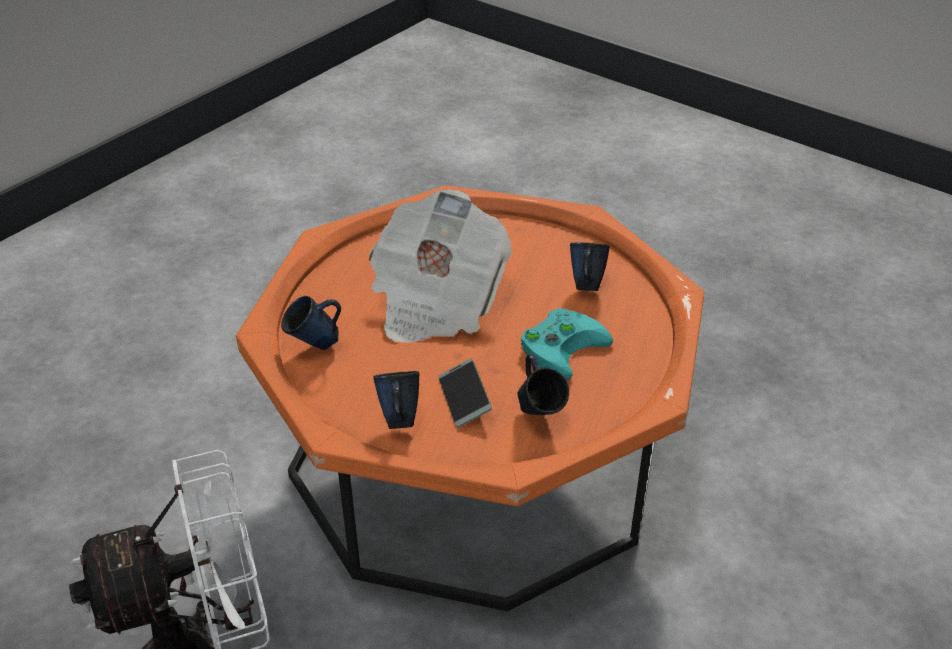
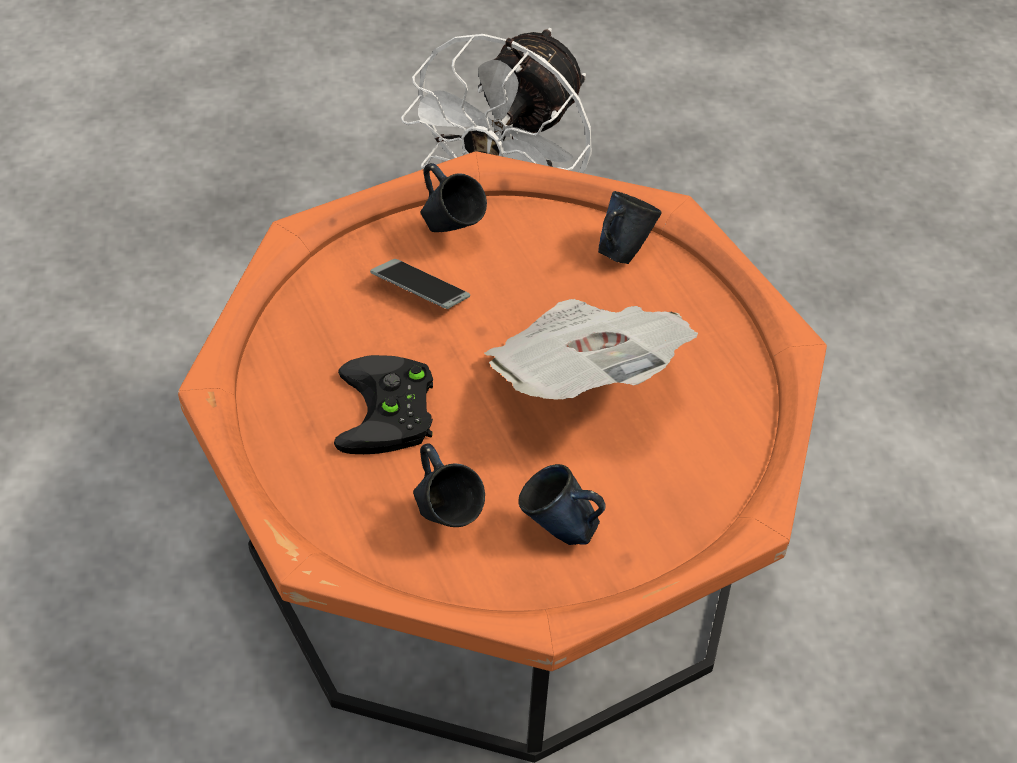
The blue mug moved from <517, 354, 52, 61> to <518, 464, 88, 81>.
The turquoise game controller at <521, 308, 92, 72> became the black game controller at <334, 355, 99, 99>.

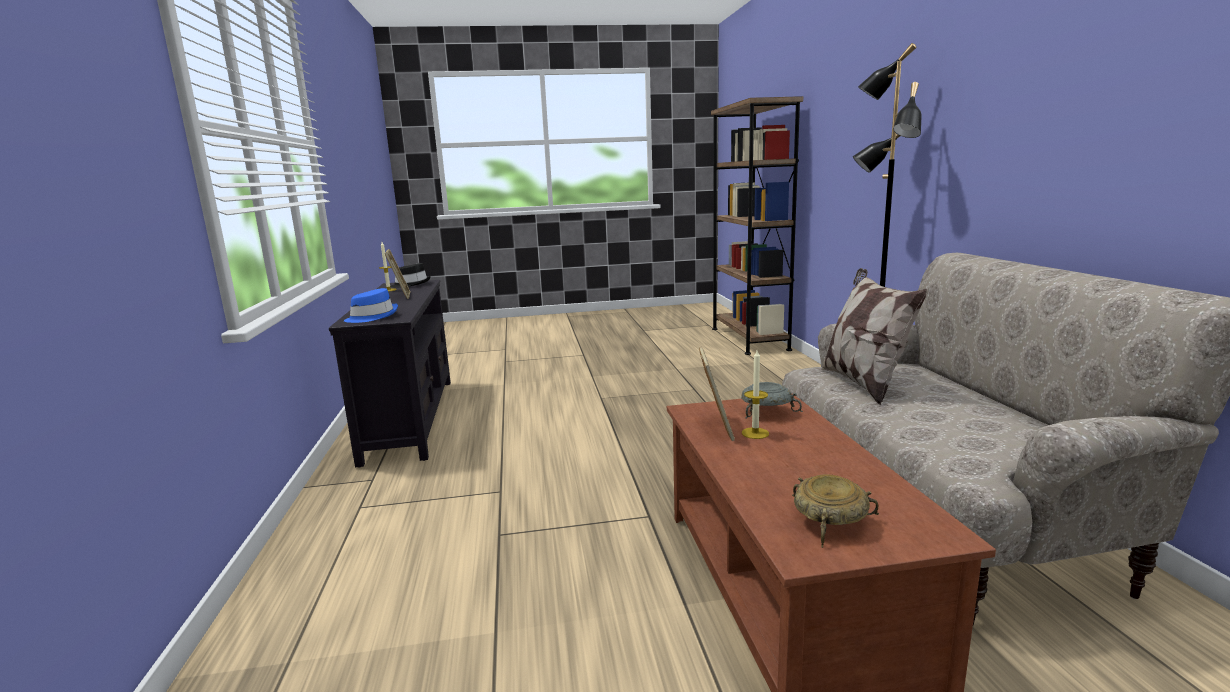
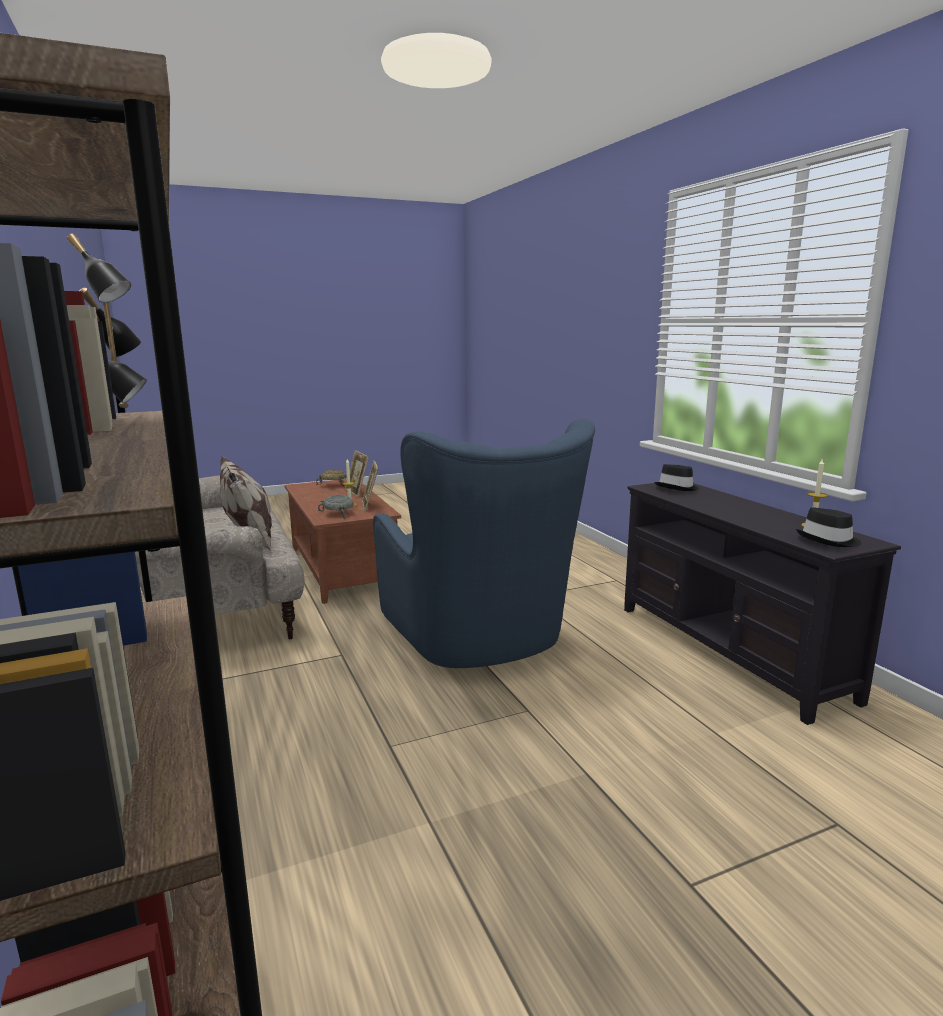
The blue hat at <344, 288, 54, 35> became the black hat at <654, 464, 45, 27>.
The picture frame moved from <385, 249, 25, 50> to <345, 450, 24, 47>.
The blue armchair at <373, 419, 222, 249> appeared.

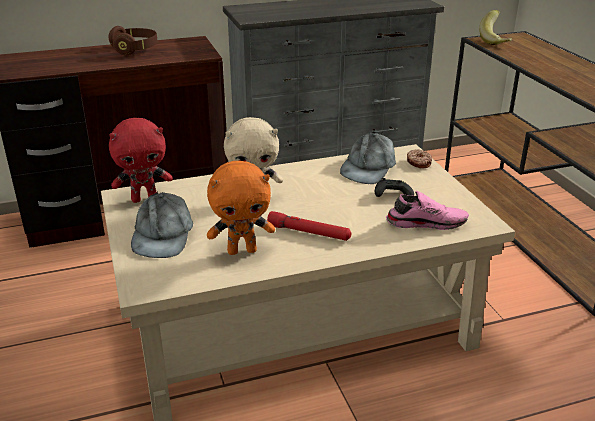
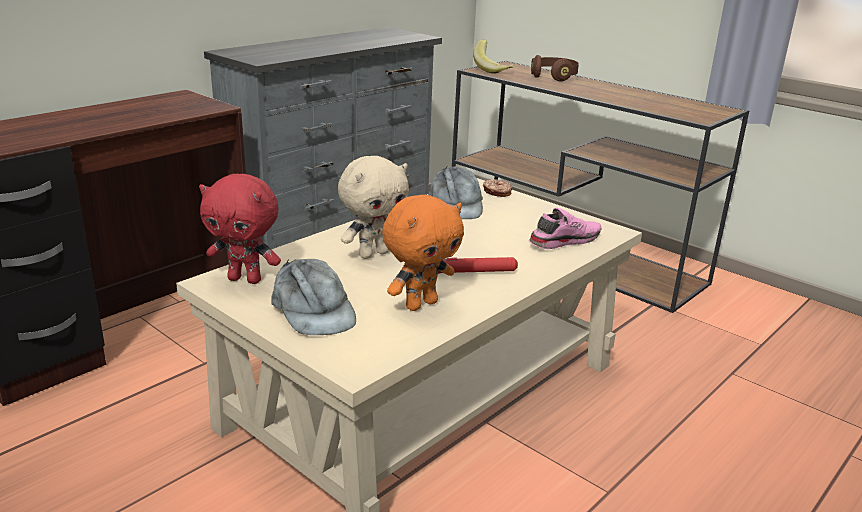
The brown headphones moved from <108, 26, 50, 29> to <531, 55, 48, 26>.
The red plush toy at <109, 118, 64, 85> turned 60 degrees clockwise.
The black game controller at <375, 178, 39, 19> disappeared.

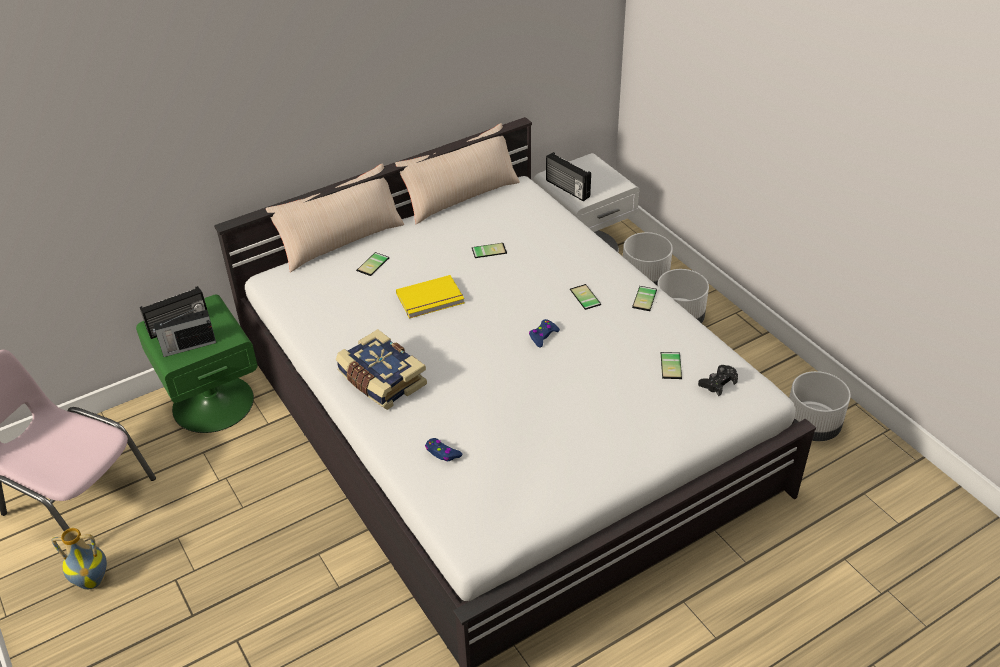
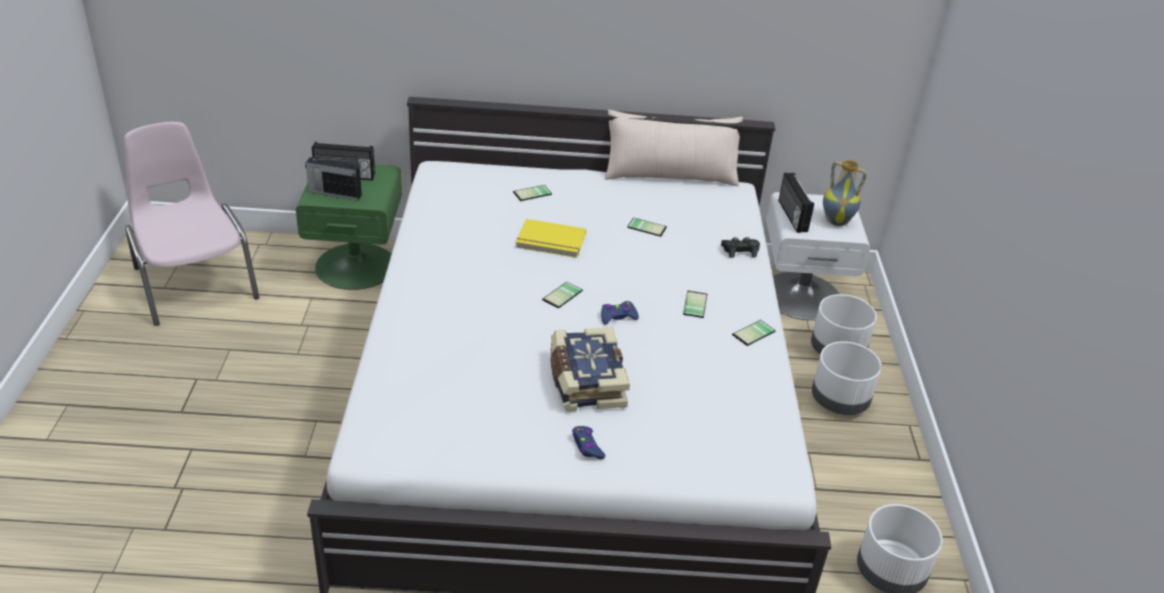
The vase moved from <51, 528, 56, 62> to <823, 160, 44, 66>.
The beige pillow at <266, 163, 138, 109> disappeared.
The book moved from <336, 329, 91, 81> to <550, 327, 80, 85>.
The blue game controller moved from <425, 438, 37, 23> to <572, 426, 33, 33>.
The phone moved from <661, 352, 21, 27> to <542, 282, 41, 27>.
The black game controller moved from <698, 365, 40, 31> to <721, 237, 39, 21>.

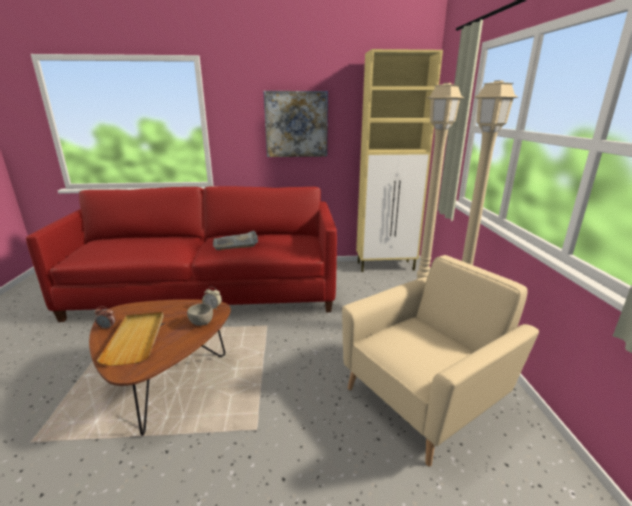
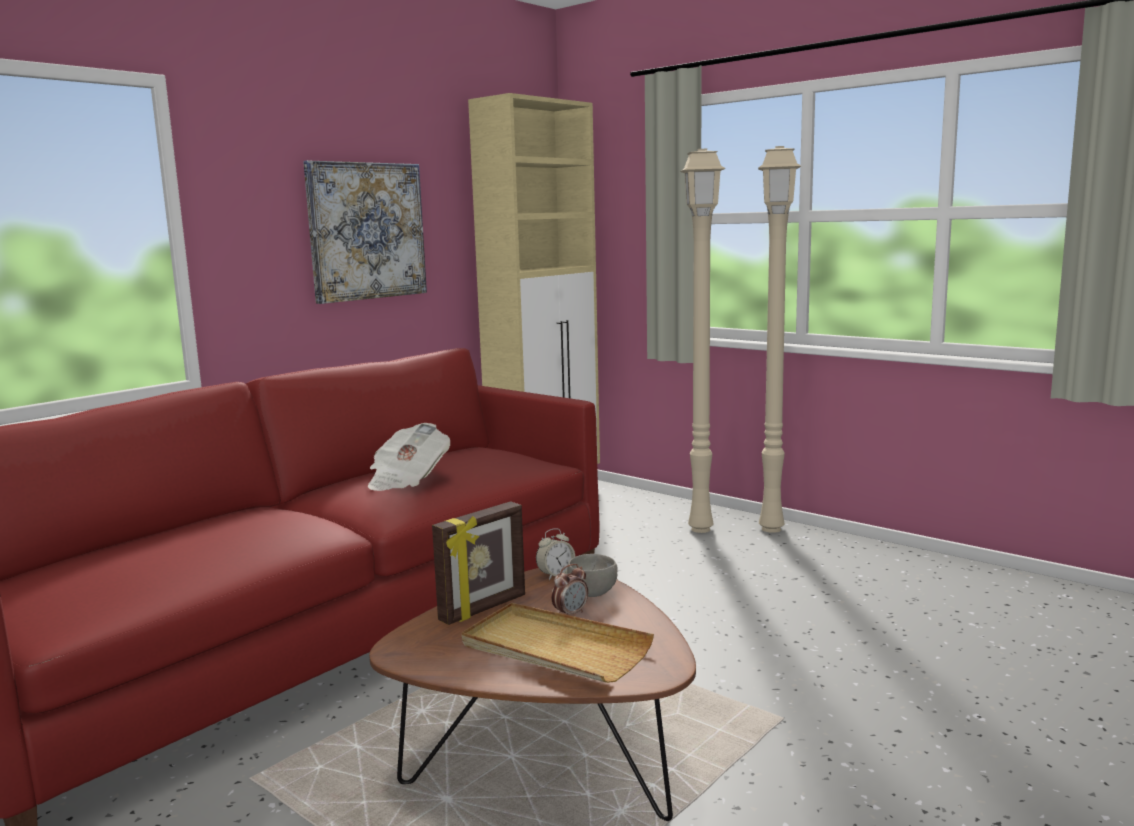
The alarm clock moved from <95, 306, 21, 24> to <551, 564, 37, 51>.
The grey tray at <213, 231, 45, 19> was replaced by the newspaper at <368, 423, 82, 68>.
The beige armchair at <342, 255, 197, 212> disappeared.
The picture frame at <432, 501, 93, 124> appeared.

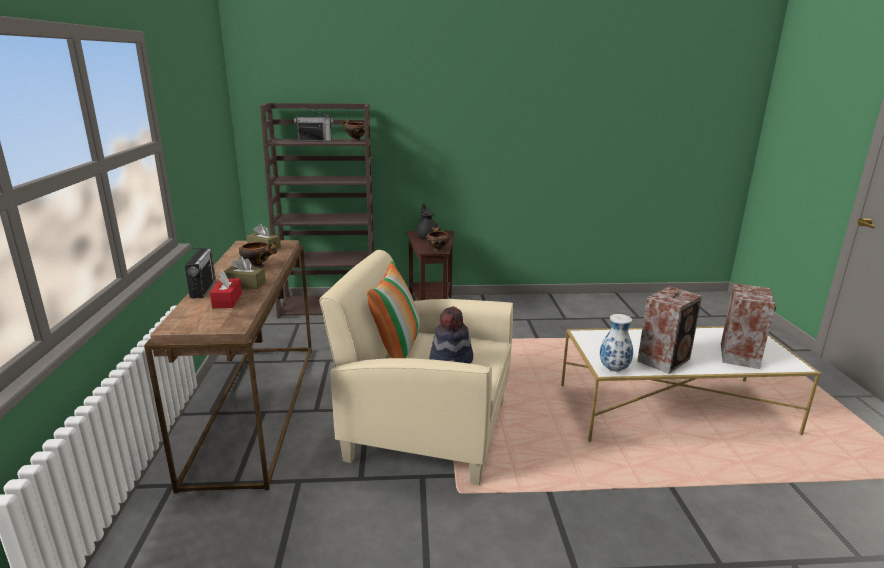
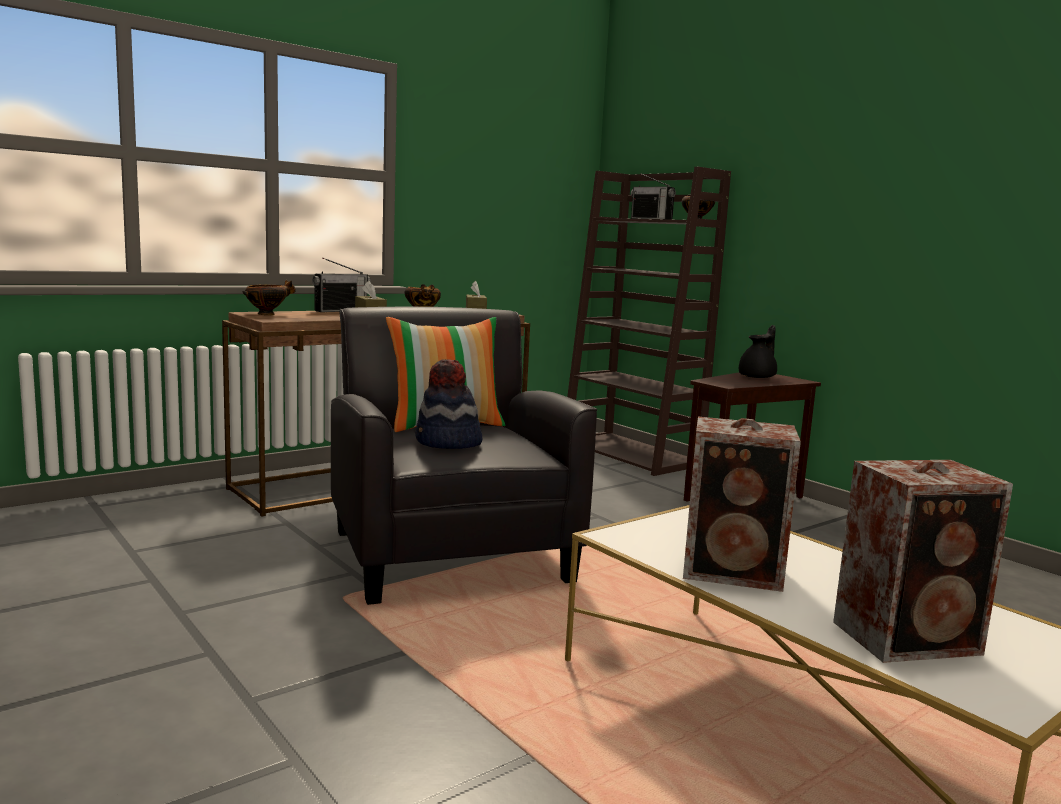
The red tissue box at <210, 270, 32, 38> disappeared.
The beige armchair at <319, 250, 194, 235> became the black armchair at <331, 307, 266, 298>.
The bowl moved from <426, 227, 24, 25> to <242, 280, 54, 35>.
The vase at <600, 314, 33, 58> disappeared.

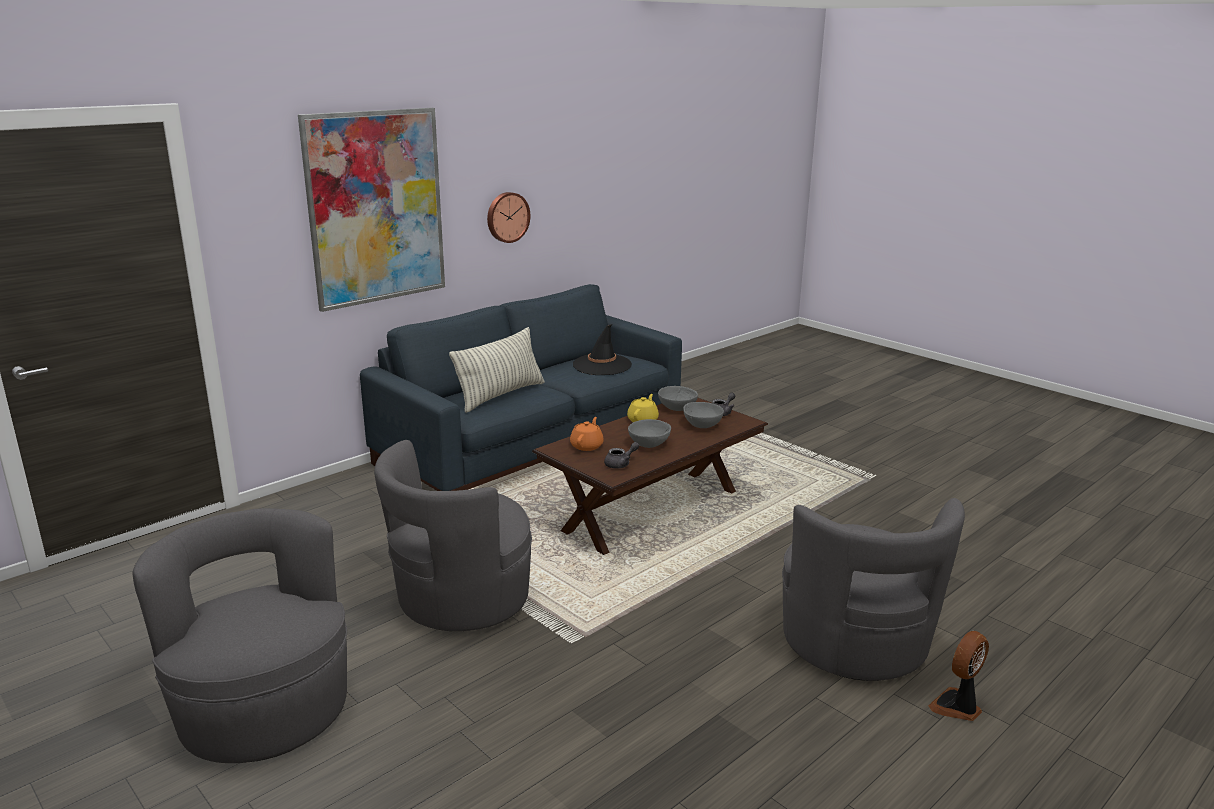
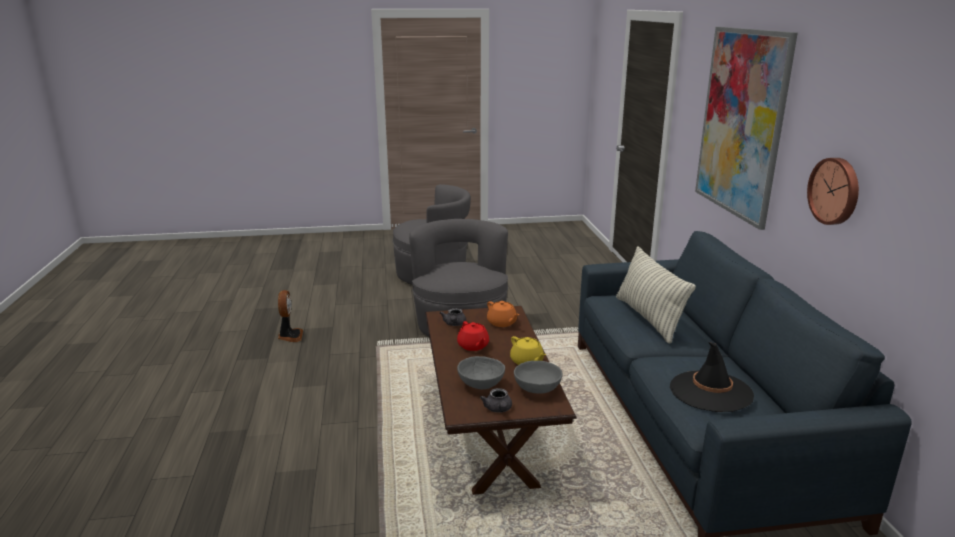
The grey bowl at <628, 419, 43, 29> was replaced by the red teapot at <457, 321, 32, 30>.
The grey armchair at <782, 498, 183, 183> disappeared.
The fan moved from <928, 631, 61, 90> to <278, 290, 25, 52>.

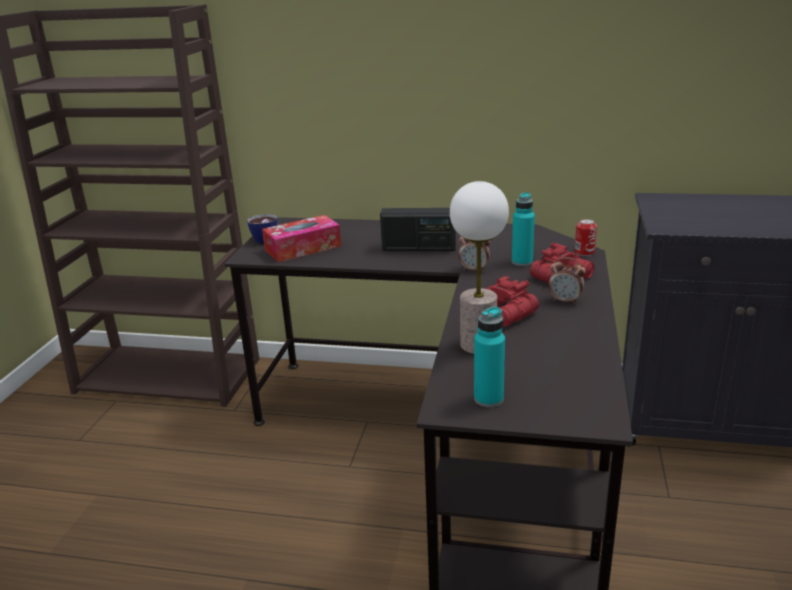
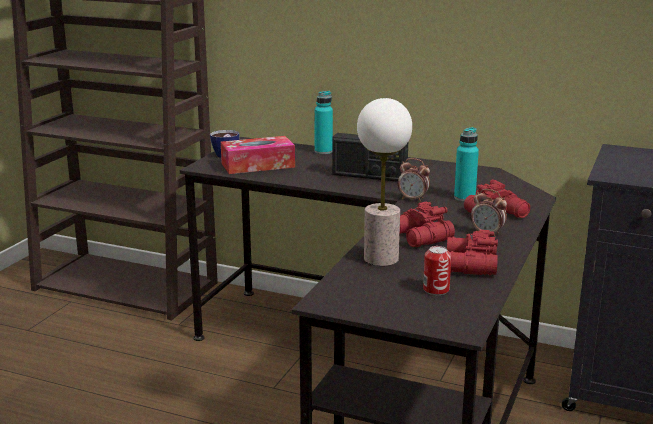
The turquoise bottle moved from <474, 307, 31, 100> to <314, 91, 19, 63>.
The can moved from <575, 219, 22, 37> to <423, 246, 28, 49>.
The red binoculars at <447, 230, 51, 45> appeared.

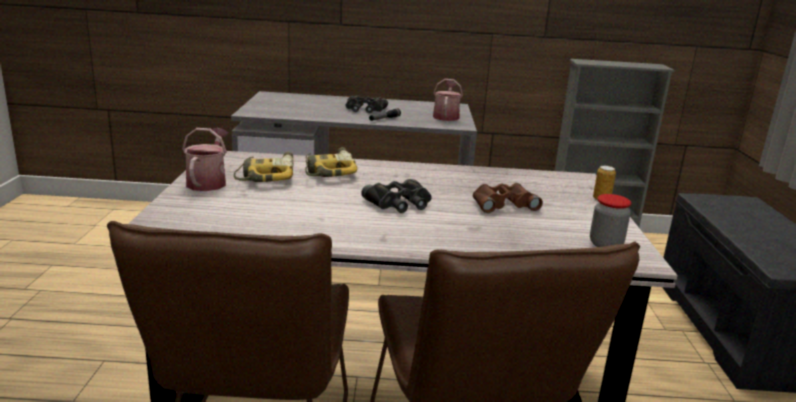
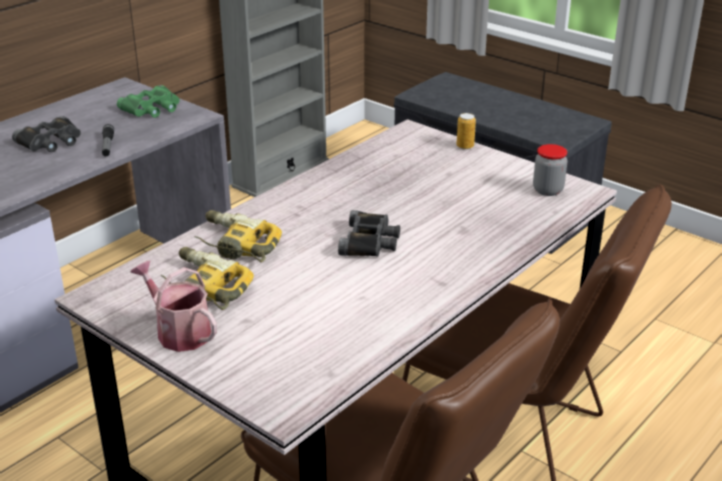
The watering can at <433, 79, 30, 42> was replaced by the green binoculars at <117, 85, 62, 33>.
The brown binoculars at <473, 183, 70, 30> disappeared.

